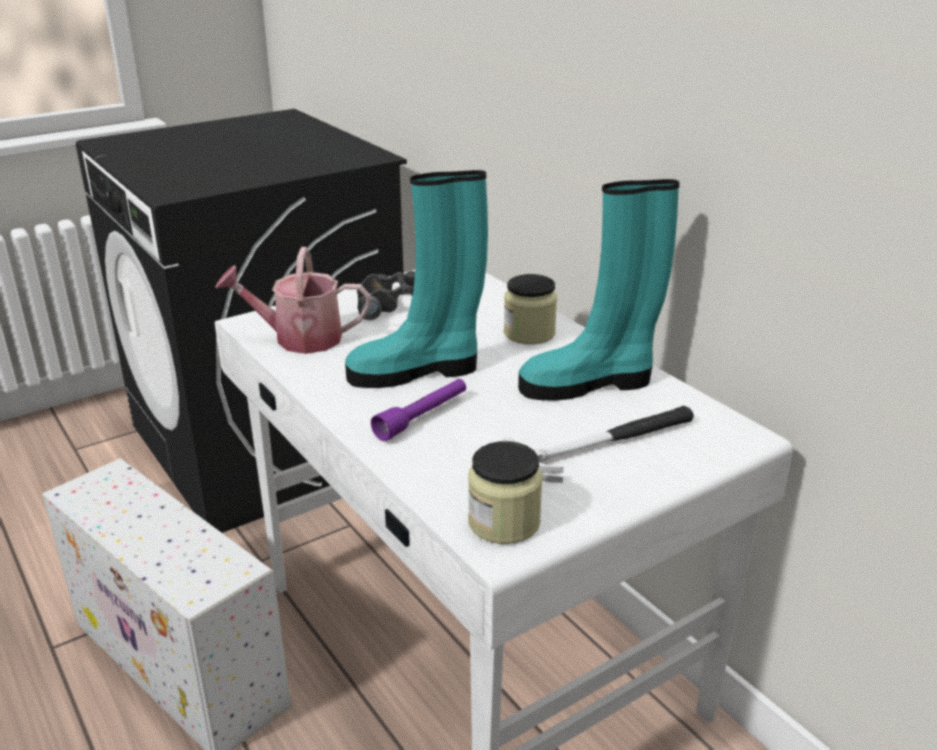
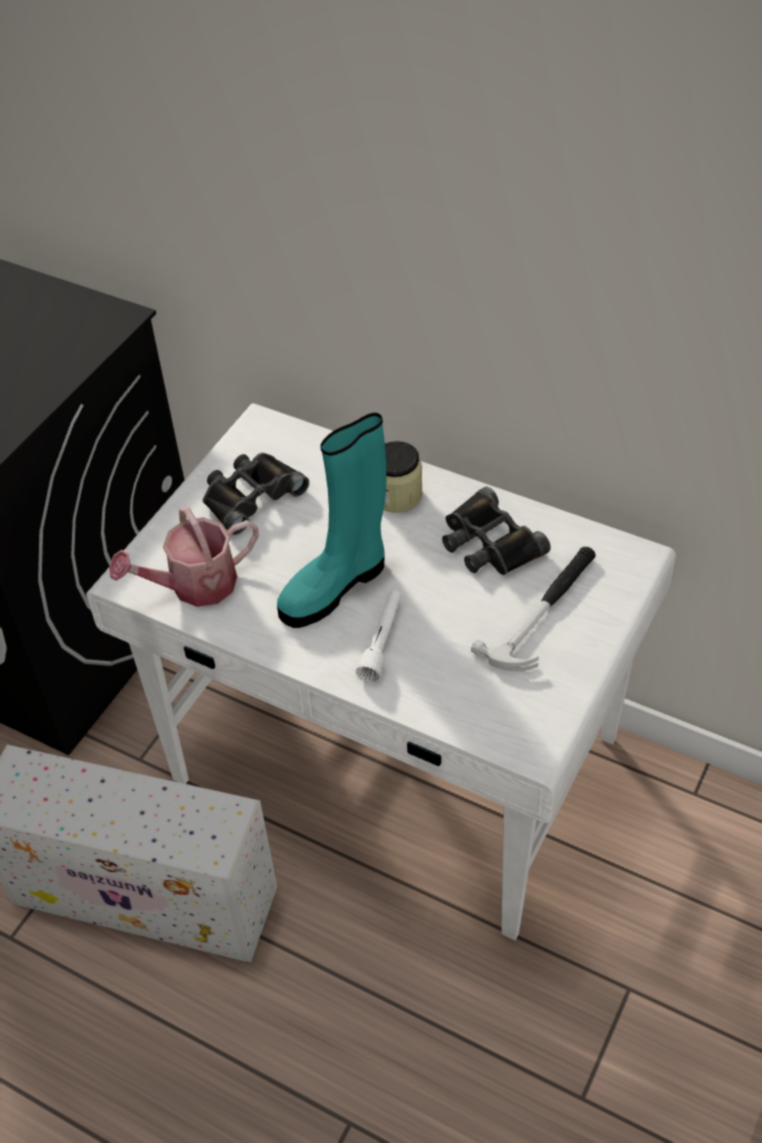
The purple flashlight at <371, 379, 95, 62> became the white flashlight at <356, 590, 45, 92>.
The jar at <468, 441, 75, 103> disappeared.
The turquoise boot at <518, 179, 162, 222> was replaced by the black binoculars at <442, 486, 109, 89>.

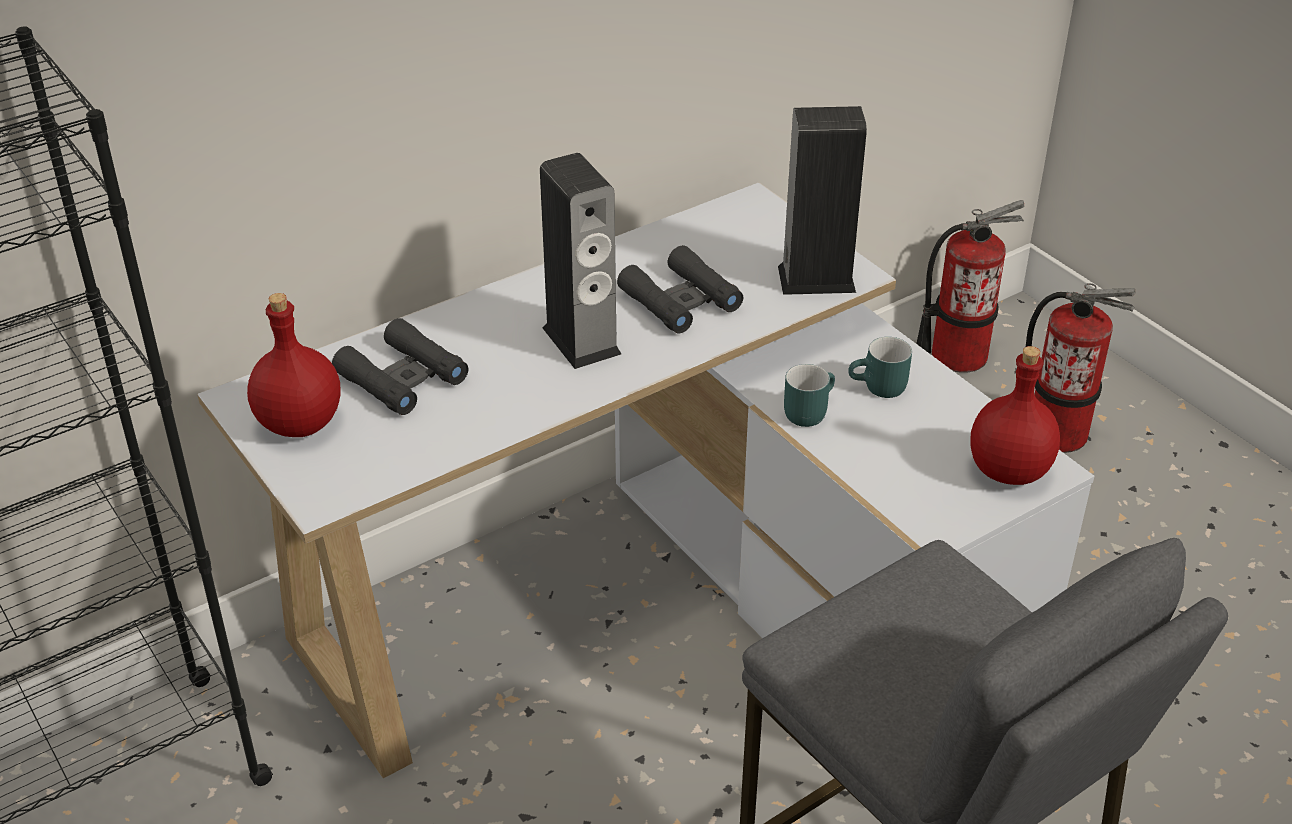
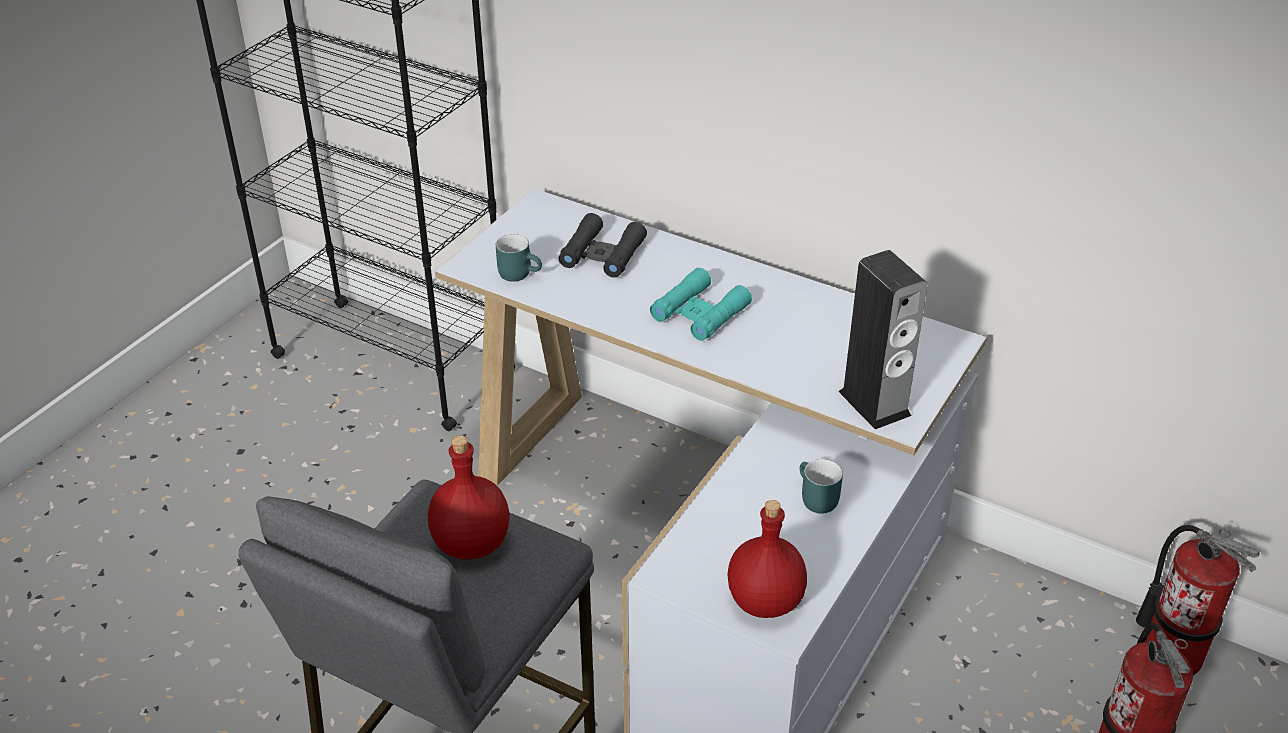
The red bottle moved from <247, 293, 94, 144> to <428, 436, 82, 123>.
The speaker at <540, 153, 81, 216> was replaced by the turquoise binoculars at <650, 268, 102, 73>.
The black binoculars at <617, 245, 126, 88> disappeared.
The turquoise mug moved from <784, 364, 51, 63> to <495, 234, 47, 48>.

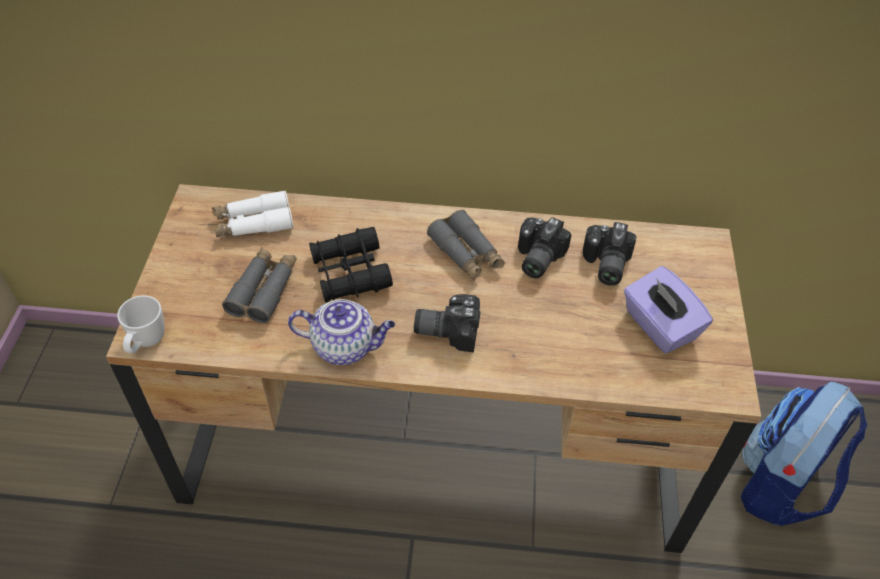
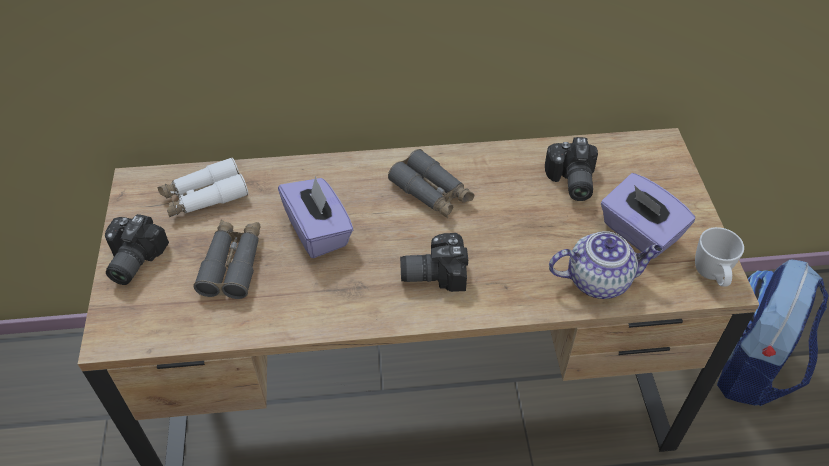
The white mug moved from <117, 295, 48, 58> to <695, 227, 49, 60>.
The teapot moved from <288, 299, 107, 66> to <549, 231, 113, 68>.
The black binoculars at <309, 227, 84, 76> was replaced by the purple tissue box at <278, 176, 76, 82>.
The photo camera moved from <518, 217, 54, 61> to <105, 214, 64, 71>.

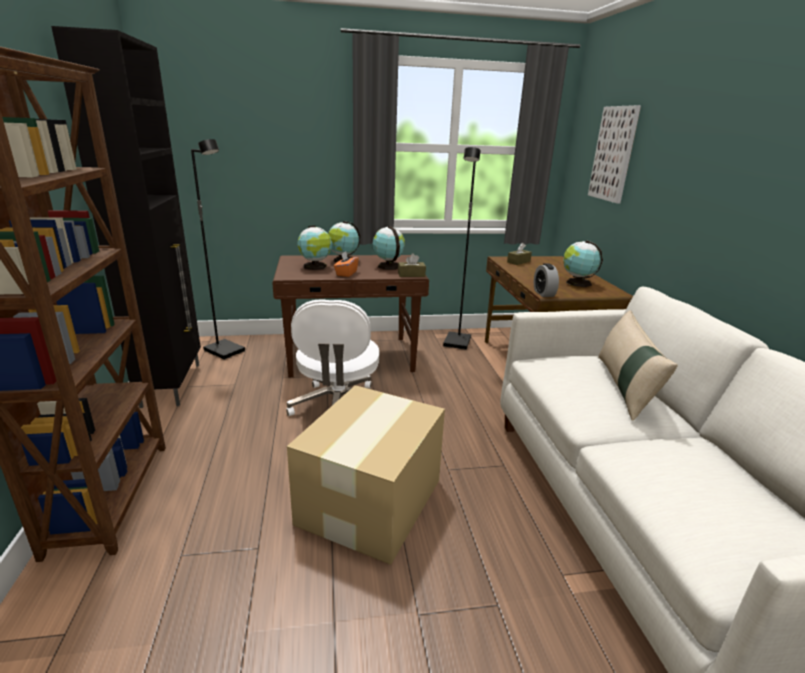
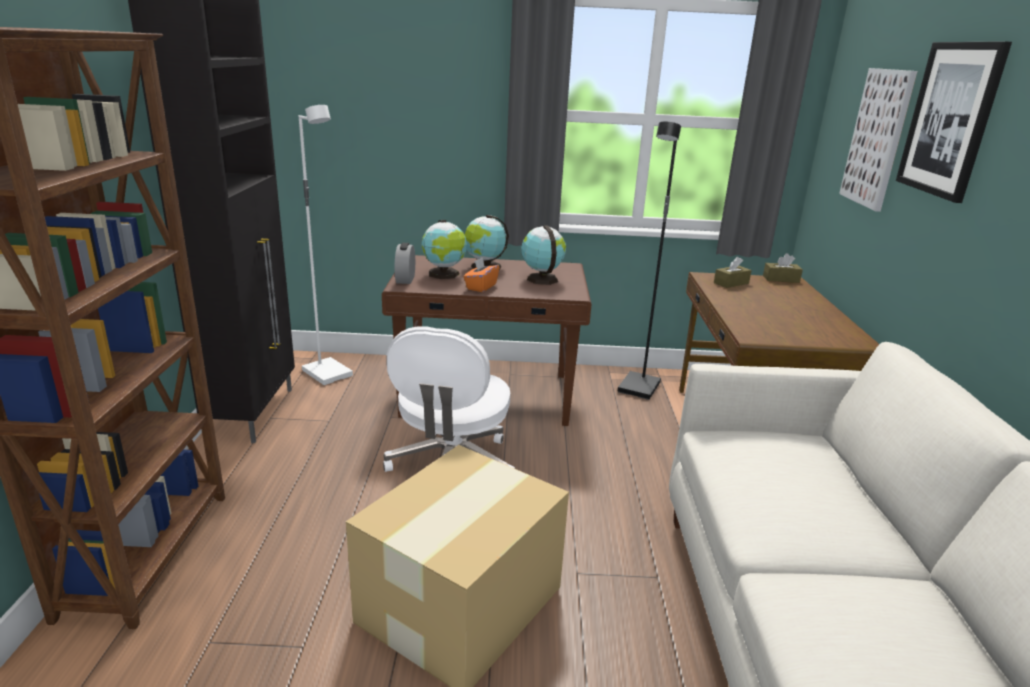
The black floor lamp at <191, 139, 54, 221> became the white floor lamp at <299, 105, 54, 280>.
The brown tissue box moved from <398, 253, 28, 24> to <763, 253, 40, 30>.
The alarm clock moved from <534, 263, 25, 34> to <394, 243, 21, 41>.
The globe at <563, 240, 40, 47> disappeared.
The beige pillow at <598, 310, 80, 111> disappeared.
The picture at <896, 41, 116, 162> appeared.

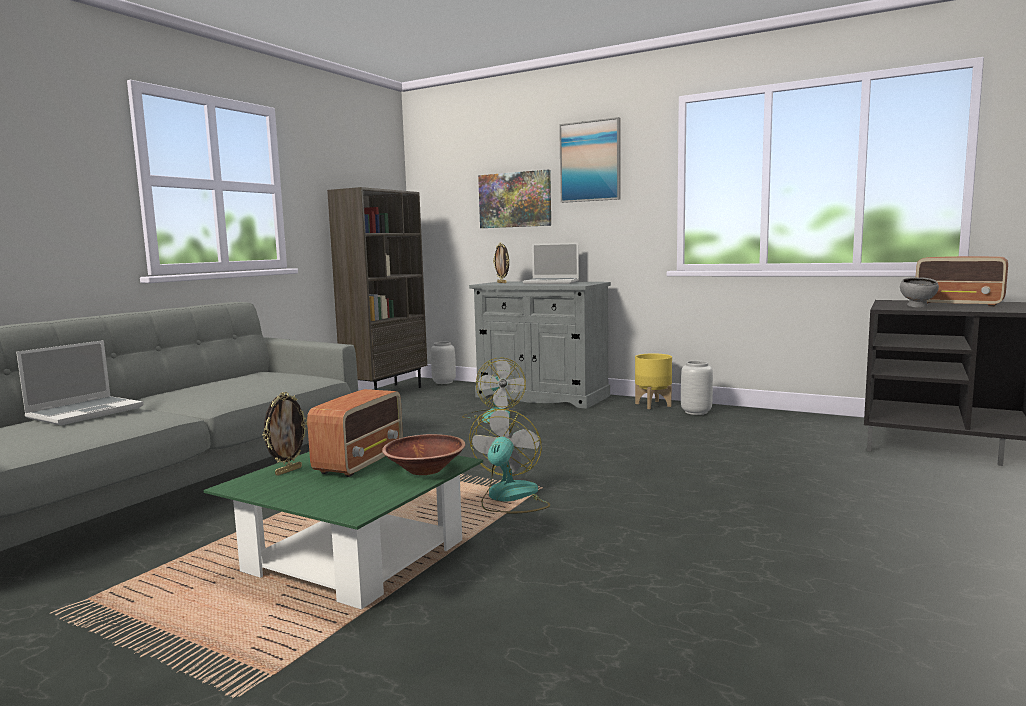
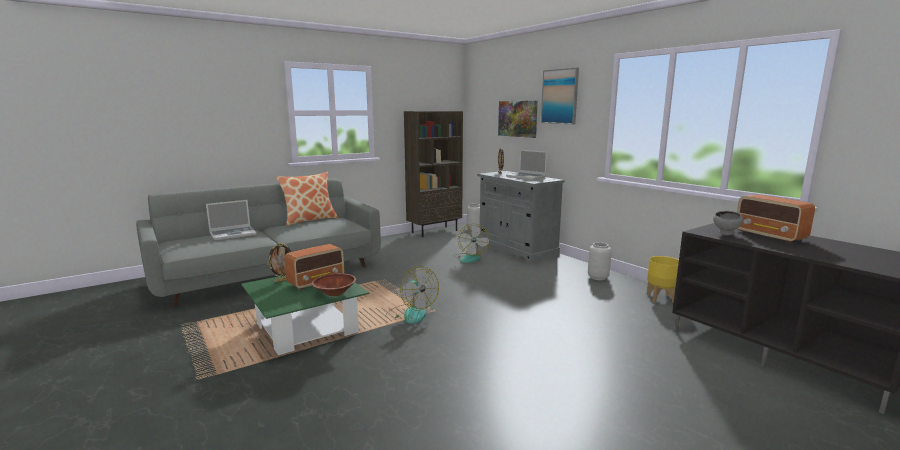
The fan at <469, 409, 81, 104> turned 105 degrees clockwise.
The yellow planter moved from <635, 353, 37, 56> to <647, 256, 32, 47>.
The pillow at <276, 172, 62, 54> appeared.

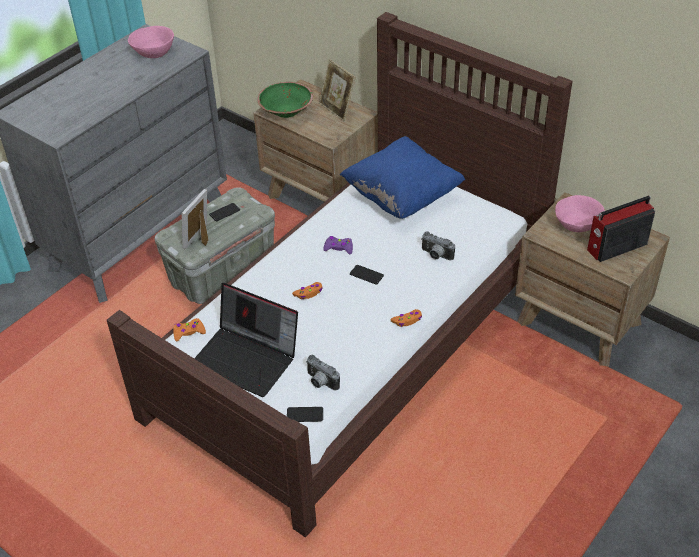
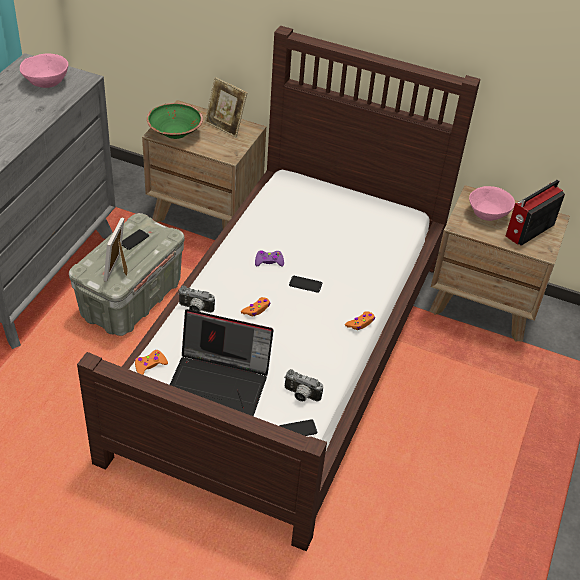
The blue pillow at <340, 136, 125, 83> disappeared.
The photo camera moved from <421, 231, 34, 29> to <178, 286, 37, 27>.

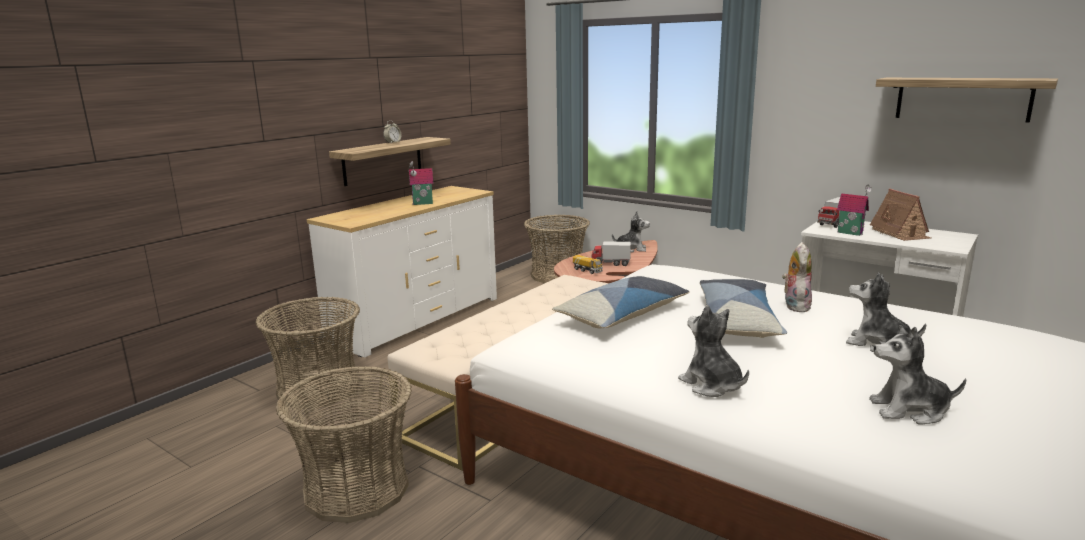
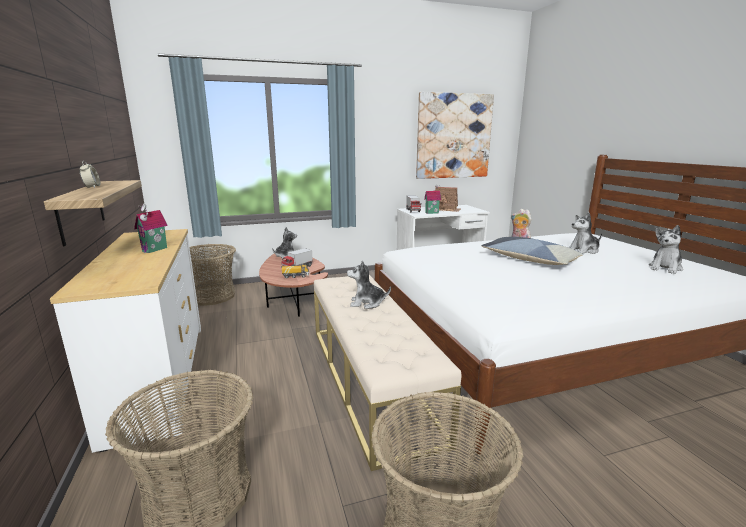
The pillow at <552, 276, 138, 52> disappeared.
The plush toy moved from <678, 305, 71, 92> to <347, 261, 44, 48>.
The shelf at <876, 78, 182, 45> was replaced by the picture at <416, 92, 78, 87>.

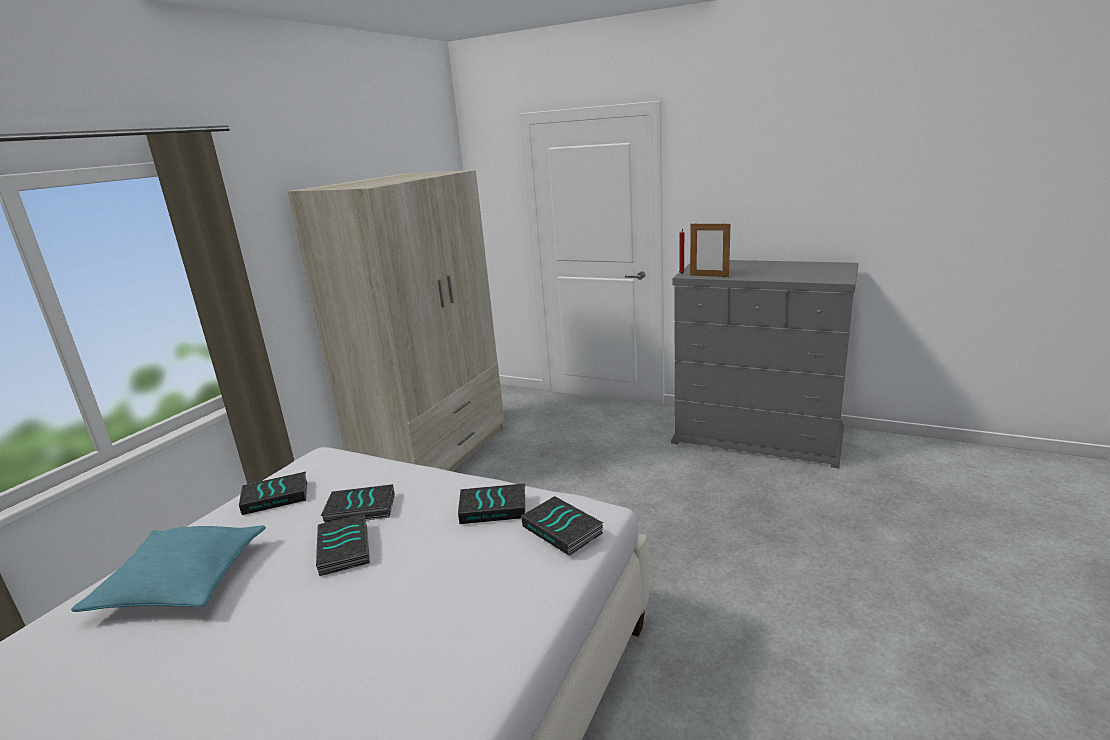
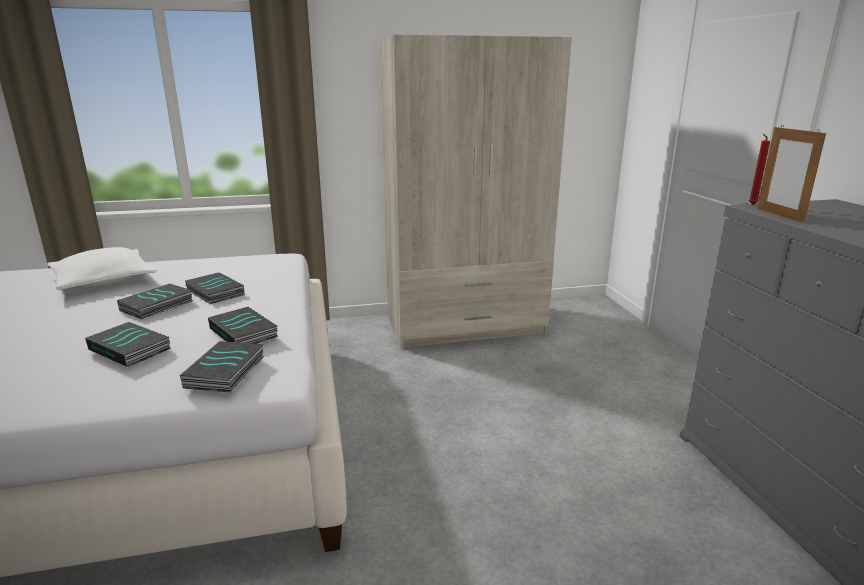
The turquoise pillow at <71, 525, 195, 87> became the white pillow at <47, 247, 110, 43>.
The book moved from <239, 472, 68, 43> to <85, 322, 86, 45>.

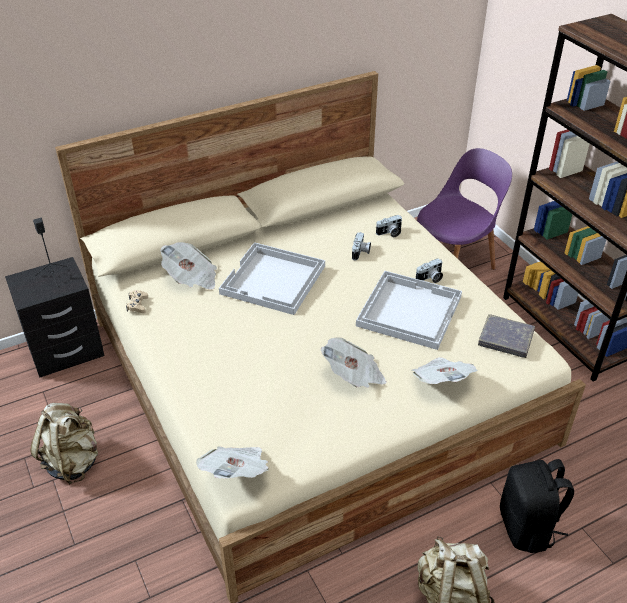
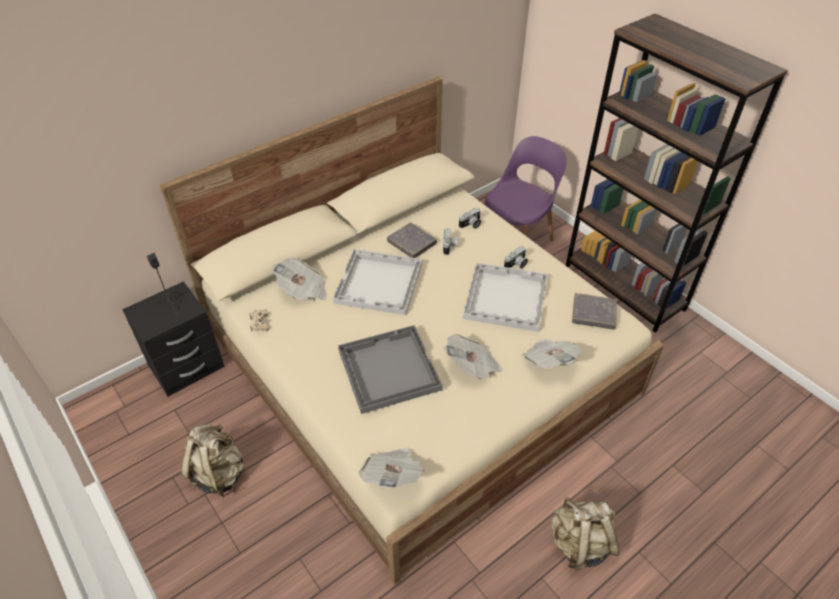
The black backpack at <500, 459, 74, 94> disappeared.
The grey tray at <338, 325, 105, 89> appeared.
The grey book at <387, 222, 50, 36> appeared.

